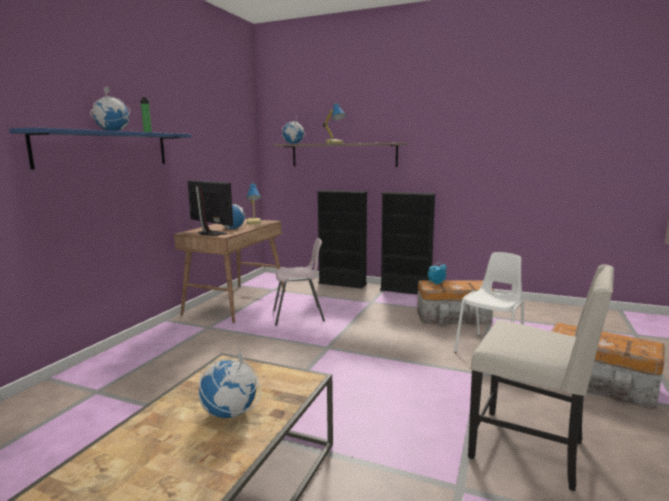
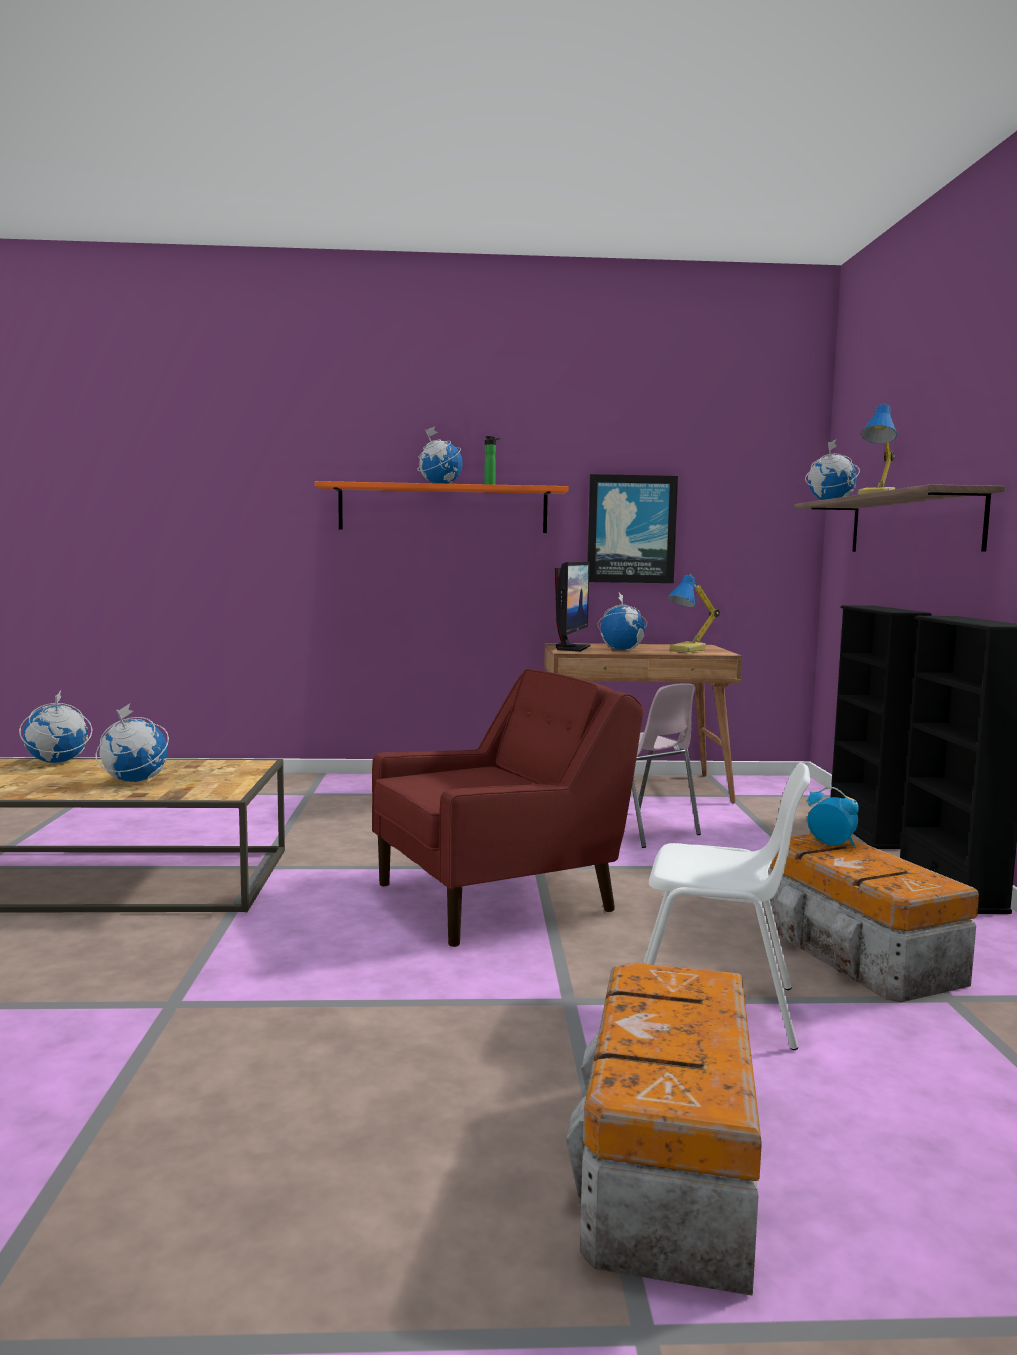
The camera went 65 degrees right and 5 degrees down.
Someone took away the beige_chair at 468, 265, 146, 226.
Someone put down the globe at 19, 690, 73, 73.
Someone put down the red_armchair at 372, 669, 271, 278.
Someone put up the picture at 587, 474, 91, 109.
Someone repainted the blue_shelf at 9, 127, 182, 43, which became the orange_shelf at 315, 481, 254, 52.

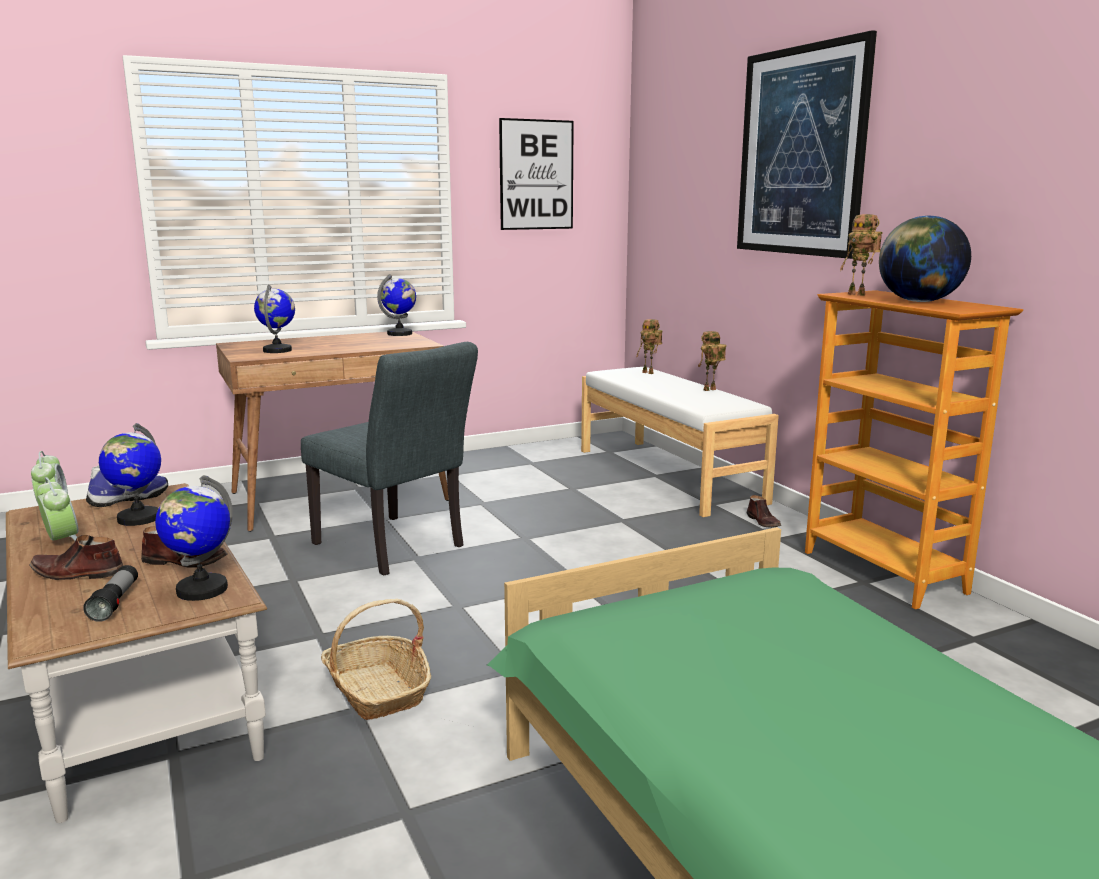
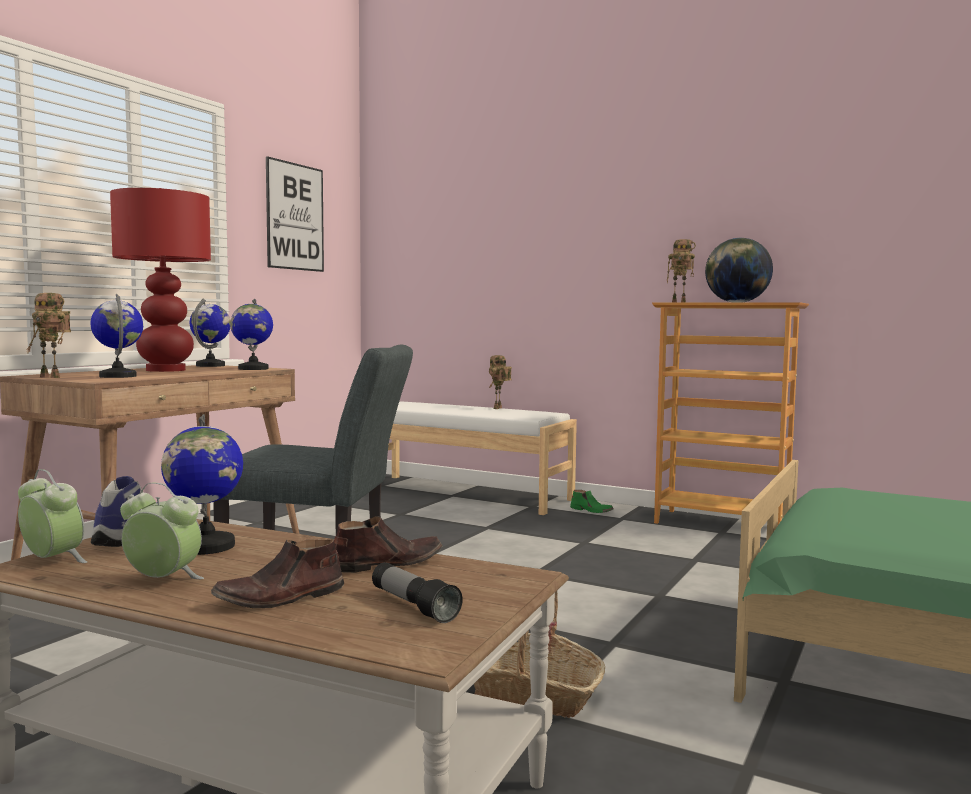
The camera went 35 degrees left and 10 degrees down.
Someone took away the picture at 737, 30, 140, 229.
Someone put down the red_table_lamp at 110, 188, 101, 184.
Someone carried the globe from 155, 475, 78, 126 to 230, 299, 43, 71.
Someone carried the toy_robot from 636, 319, 27, 55 to 27, 293, 44, 85.
Someone repainted the brown_shoe at 747, 495, 34, 33, which became the green_shoe at 570, 490, 44, 23.

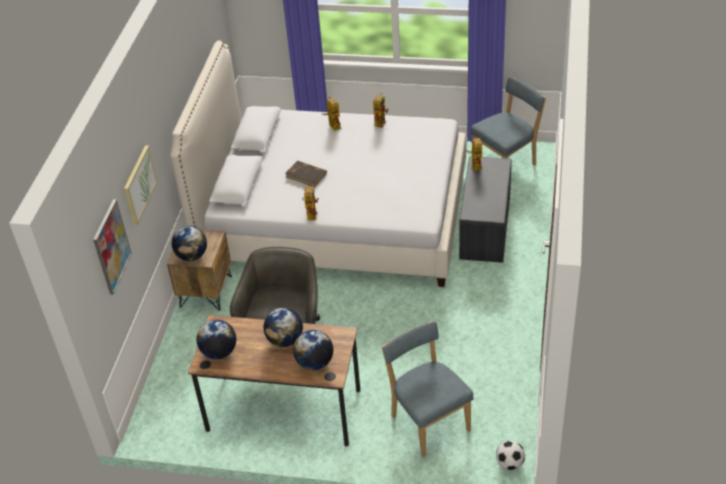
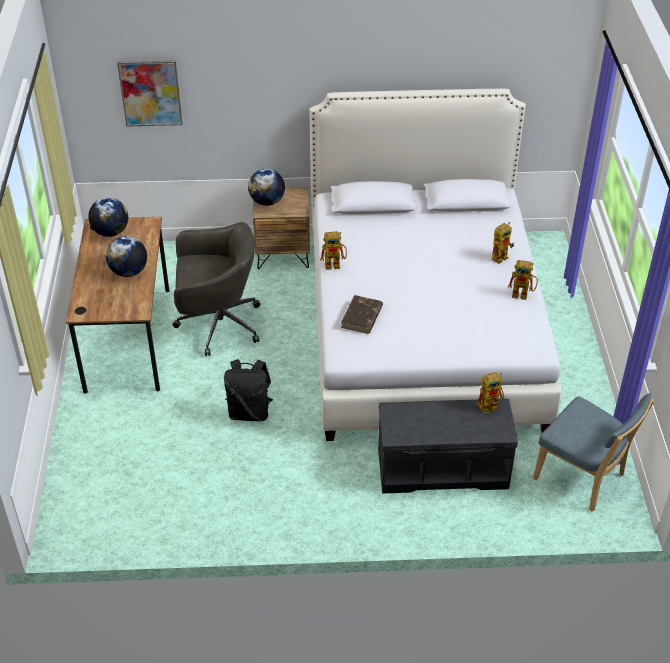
The camera went 75 degrees right and 0 degrees up.
Someone took away the picture at 124, 145, 33, 80.
Someone took away the globe at 293, 330, 40, 40.
Someone took away the blue_chair at 382, 321, 91, 136.
Someone took away the football at 496, 440, 29, 30.
Someone put down the black_backpack at 224, 359, 49, 62.
Someone carried the brown_book from 286, 161, 41, 26 to 341, 295, 42, 39.

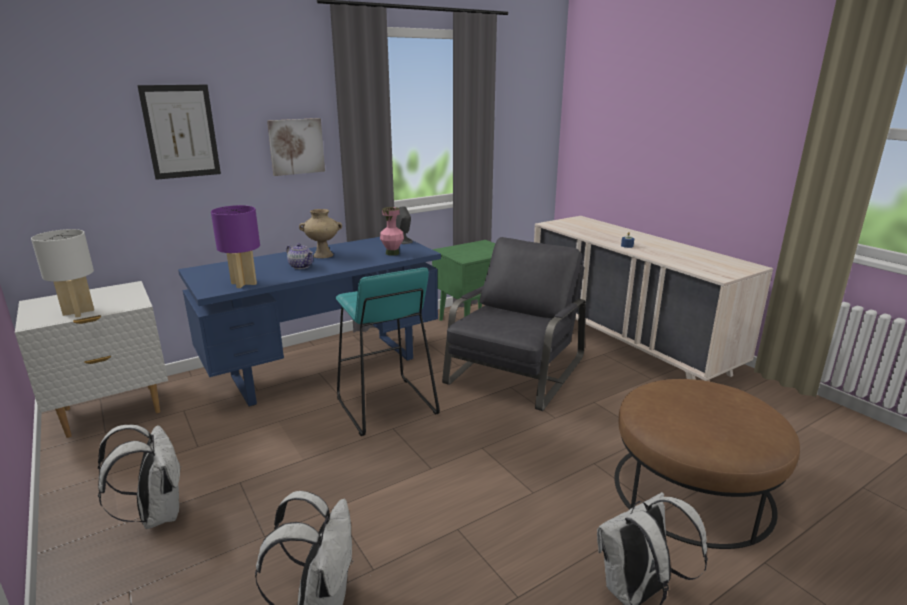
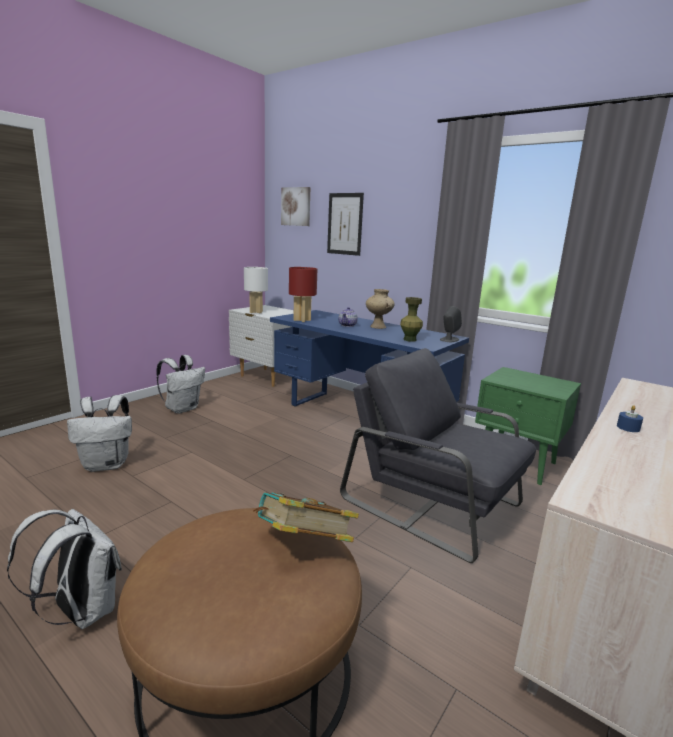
The camera went 70 degrees right and 5 degrees down.
Someone took away the turquoise_stool at 335, 267, 105, 169.
Someone put down the book at 253, 492, 106, 50.
Someone carried the picture from 267, 118, 58, 58 to 281, 187, 29, 39.
Someone repainted the purple_table_lamp at 211, 205, 49, 83, which became the red_table_lamp at 289, 267, 28, 55.
Someone repainted the pink_vase at 380, 207, 24, 49, which became the green_vase at 400, 297, 23, 45.
Someone rotated the grey_armchair at 442, 237, 144, 174 by 150 degrees counterclockwise.

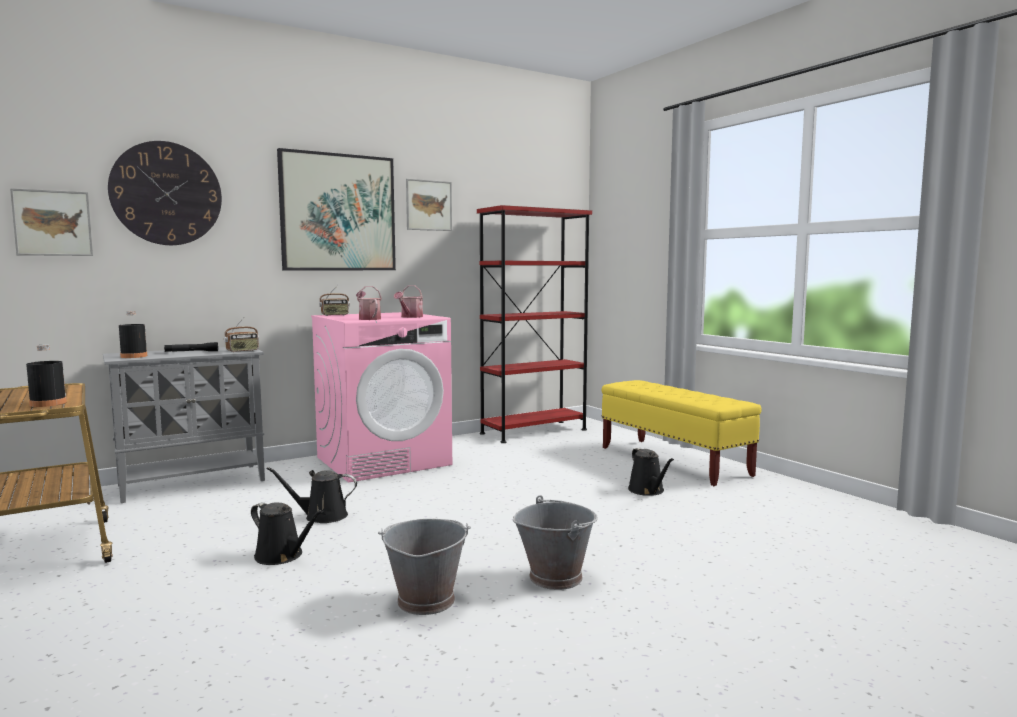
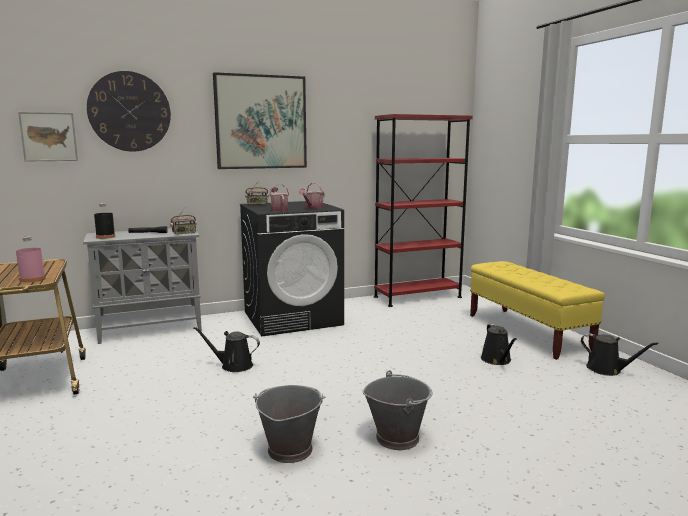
The camera went 10 degrees right and 5 degrees up.
Someone took away the picture at 406, 179, 46, 52.
Someone carried the black_watering_can from 251, 502, 72, 63 to 581, 333, 78, 43.
Someone repainted the black_bottle at 26, 344, 41, 63, which became the pink_bottle at 16, 236, 29, 46.
Someone repainted the pink_washing_machine at 311, 312, 141, 171, which became the black_washing_machine at 240, 201, 104, 135.

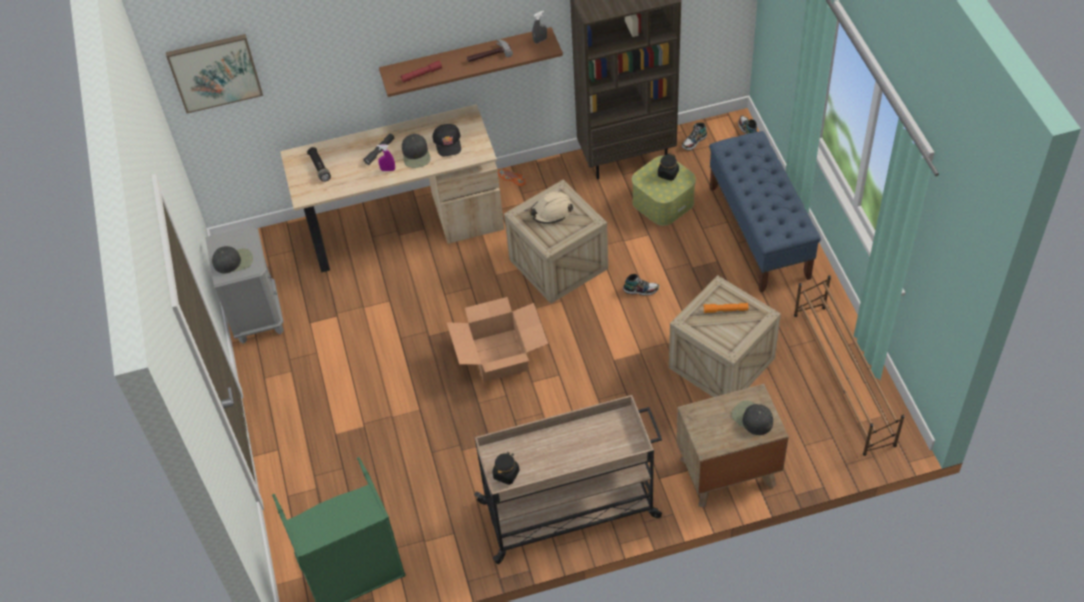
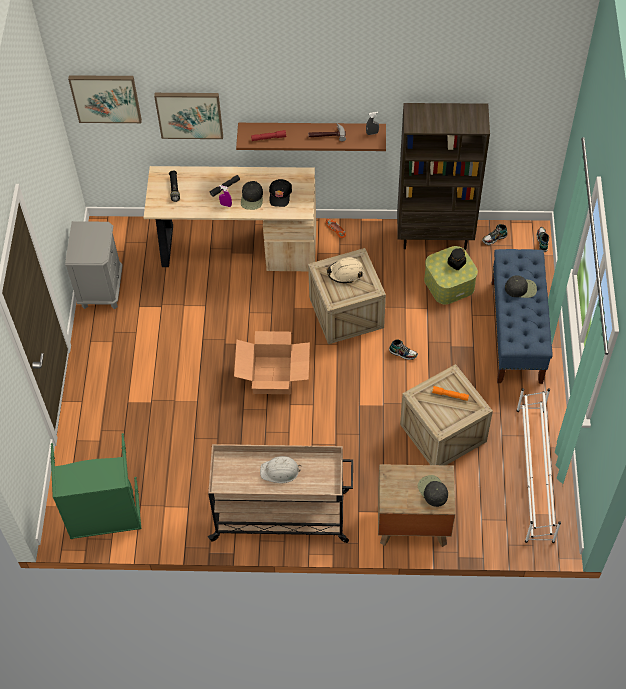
The camera went 15 degrees right and 5 degrees up.
Someone took away the black_jar at 492, 452, 27, 33.
Someone put up the picture at 154, 93, 69, 46.
Someone put down the white_hard_hat at 260, 456, 41, 27.
Someone carried the black_cap from 212, 246, 41, 28 to 505, 276, 32, 22.
Someone repainted the brown_shoe_rack at 794, 275, 111, 181, which became the white_shoe_rack at 516, 388, 45, 155.

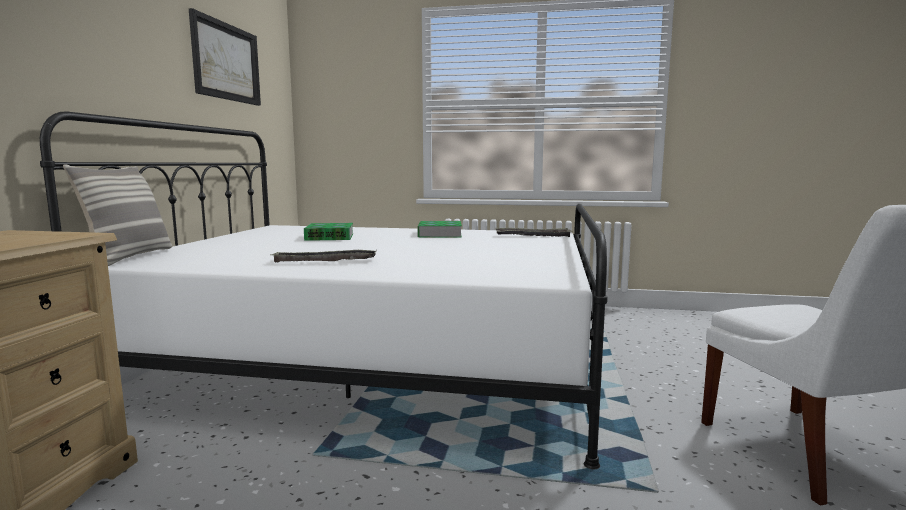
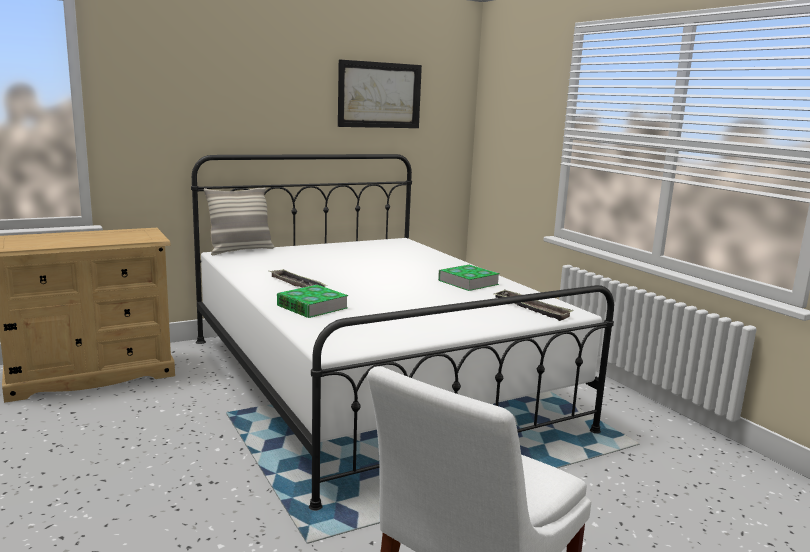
The camera went 50 degrees right and 5 degrees up.
Someone carried the book from 304, 223, 49, 18 to 277, 285, 71, 33.

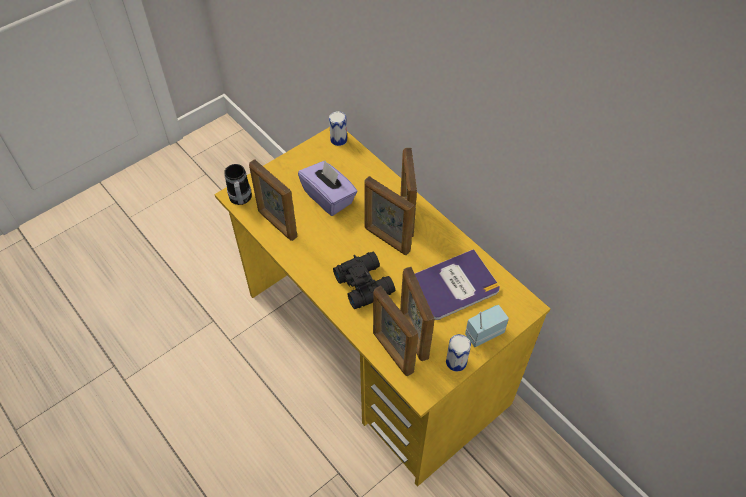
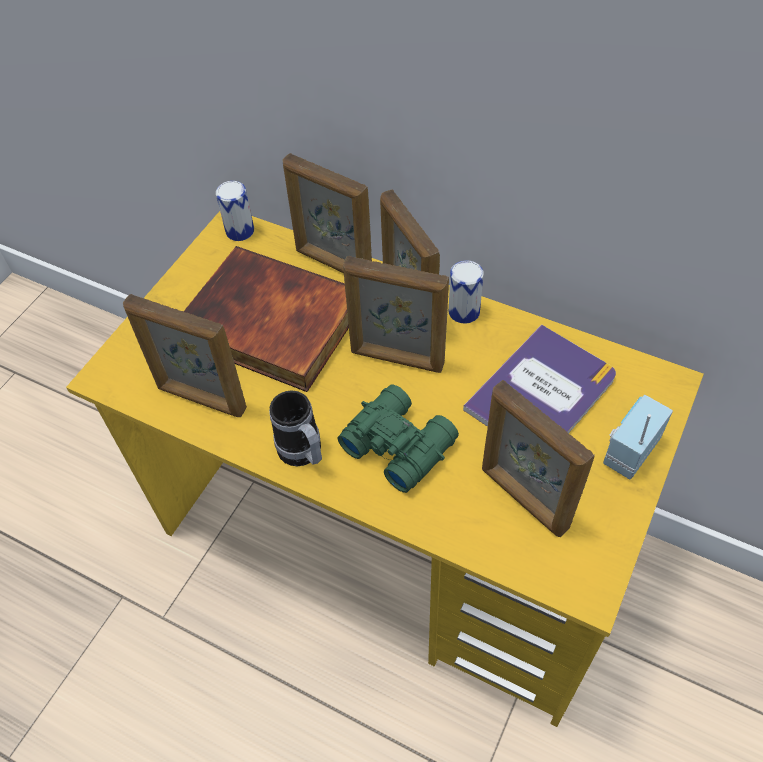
The camera went 20 degrees left and 0 degrees up.
Someone carried the mug from 224, 164, 28, 41 to 269, 390, 53, 76.
Someone carried the picture_frame from 373, 286, 45, 90 to 283, 153, 89, 120.
Someone carried the can from 446, 334, 25, 38 to 449, 260, 35, 64.
Someone swapped the purple_tissue_box at 298, 161, 60, 55 for the book at 184, 246, 165, 146.
Someone repainted the black_binoculars at 333, 252, 62, 57, which became the green_binoculars at 338, 384, 121, 109.

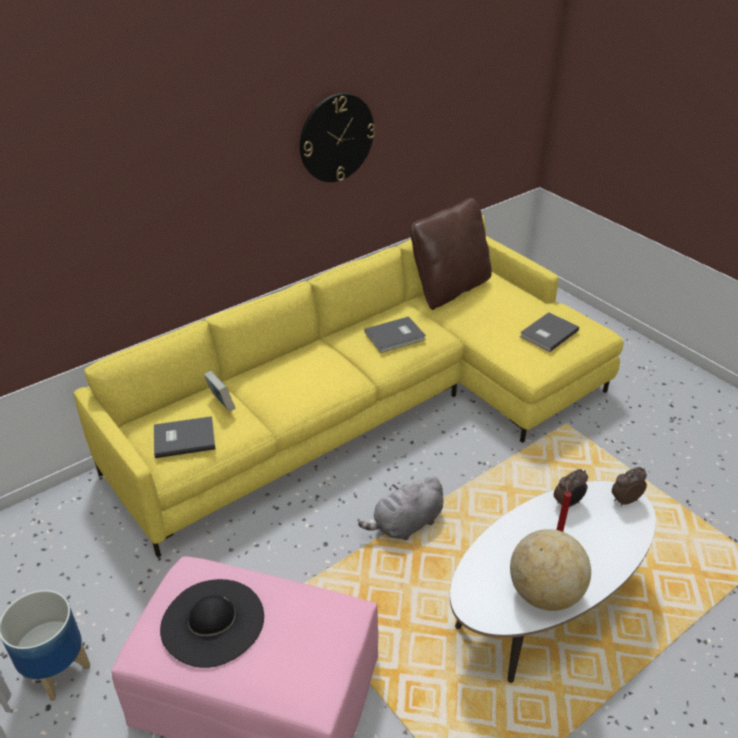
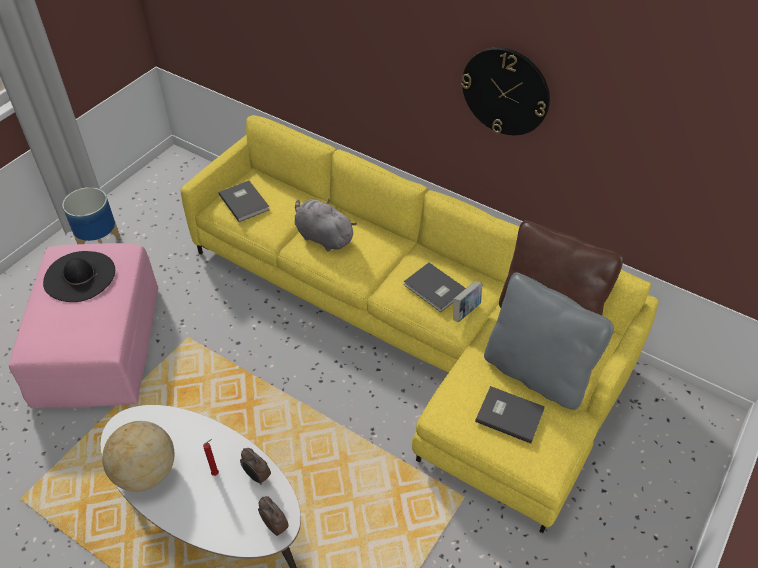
The camera went 70 degrees right and 10 degrees up.
Someone put down the grey_pillow at 484, 273, 130, 137.
Someone carried the book from 204, 370, 31, 42 to 453, 281, 29, 41.
Someone carried the grey_plush_toy from 358, 477, 86, 63 to 294, 199, 63, 53.

